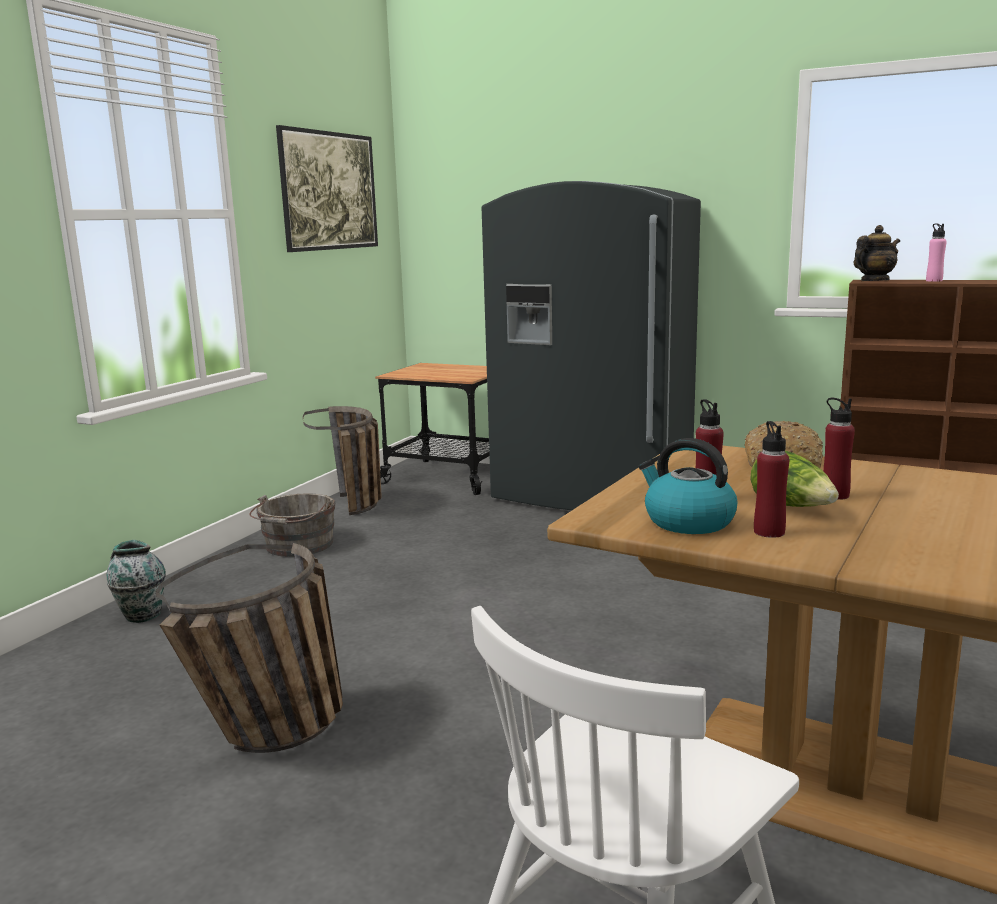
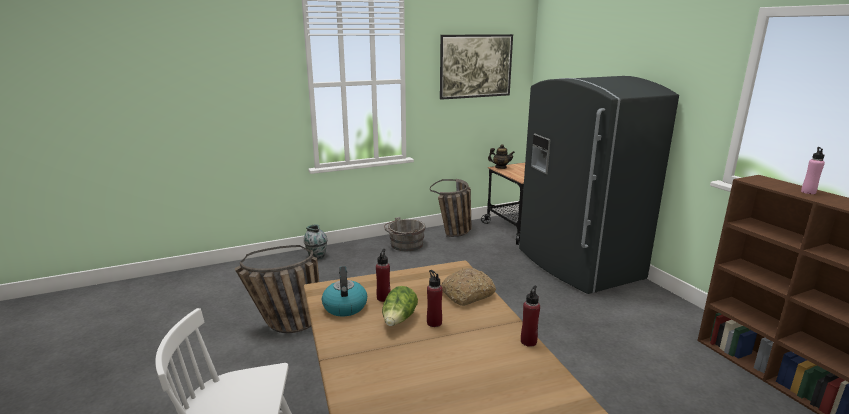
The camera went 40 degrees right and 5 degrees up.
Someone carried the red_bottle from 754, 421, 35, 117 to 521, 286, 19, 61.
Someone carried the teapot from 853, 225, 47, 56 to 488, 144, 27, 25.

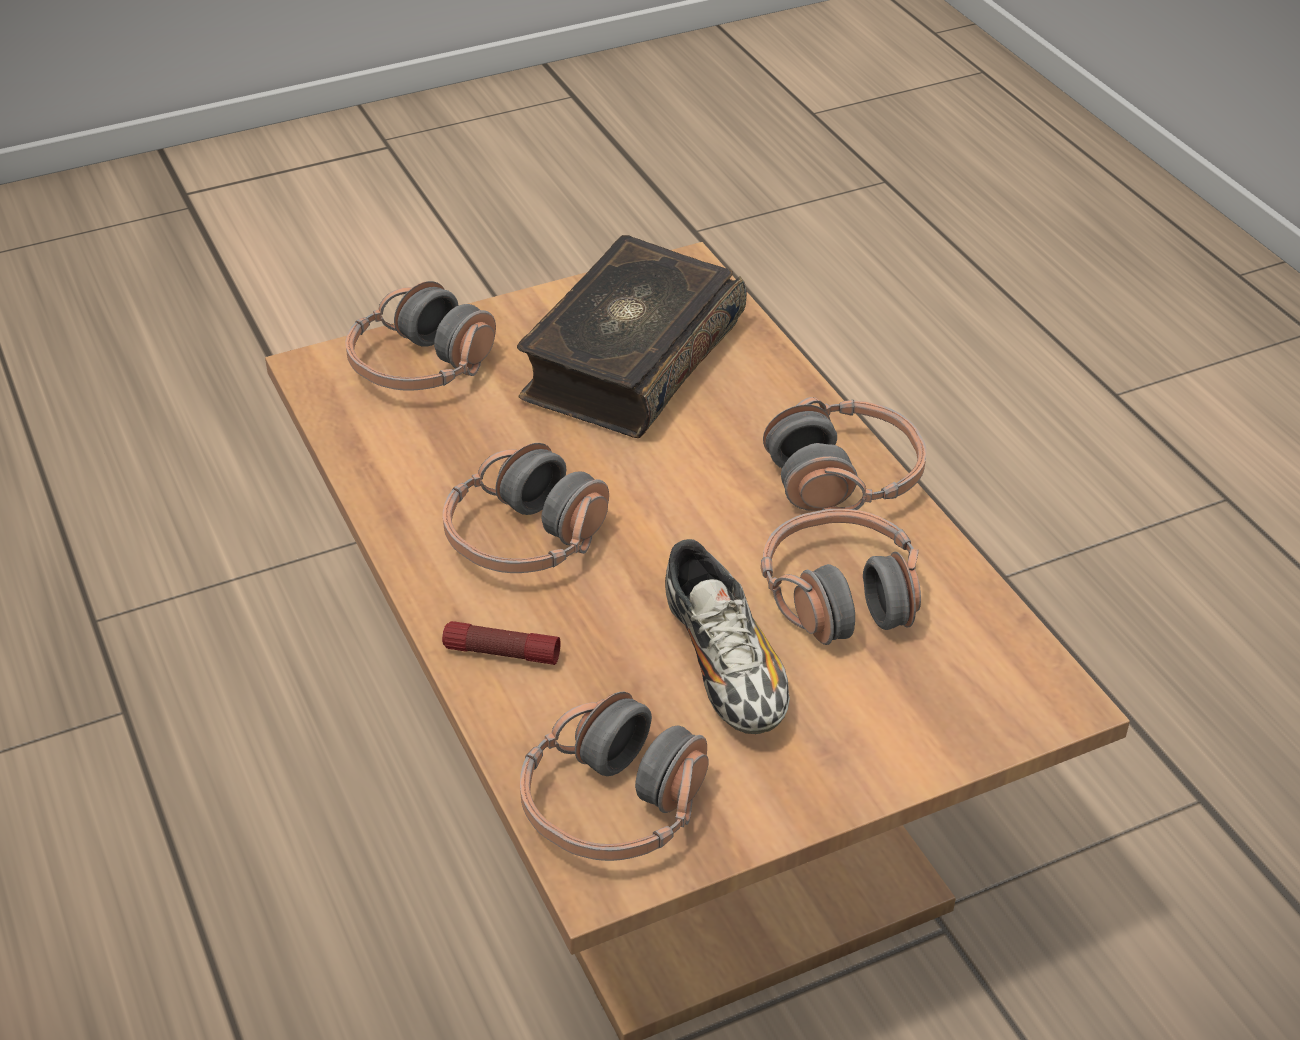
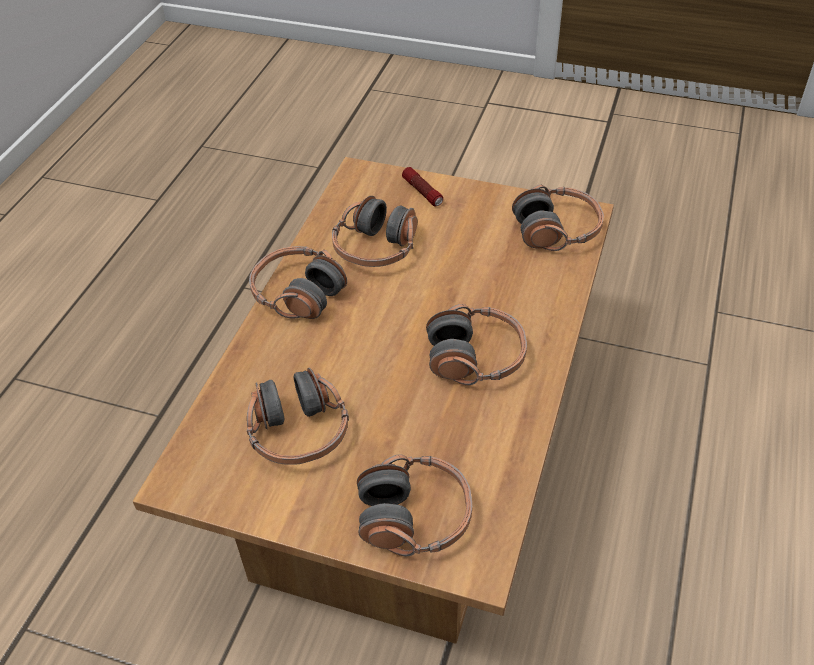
The camera went 135 degrees left and 5 degrees up.
Someone took away the shoe at 665, 539, 125, 195.
Someone carried the flashlight from 442, 621, 118, 44 to 402, 167, 41, 39.
Someone swapped the book at 517, 235, 230, 203 for the headphones at 247, 368, 102, 97.

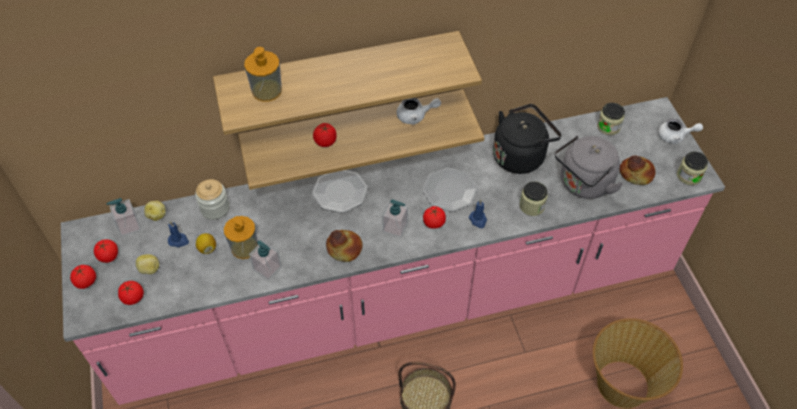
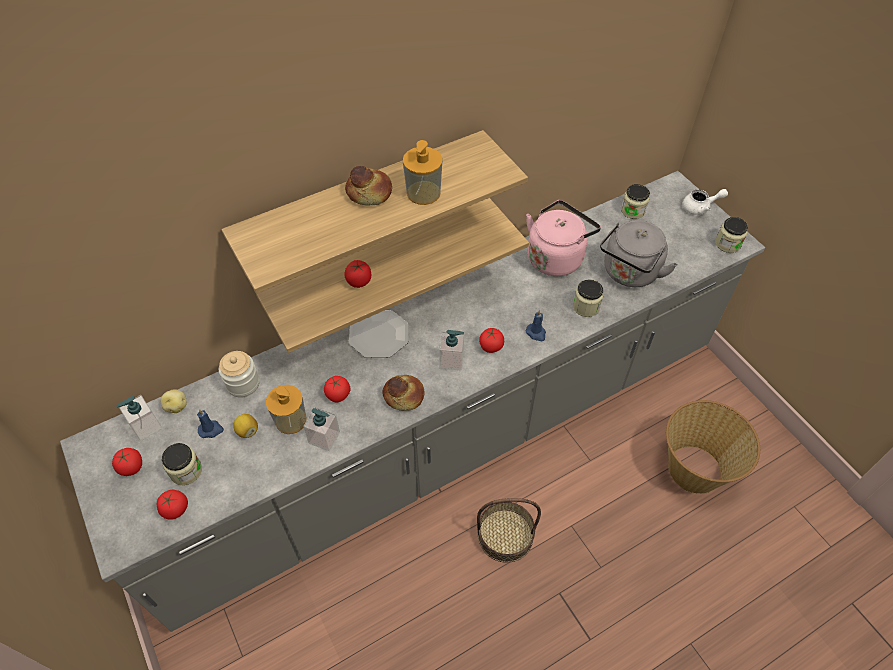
The camera went 15 degrees left and 0 degrees up.
Someone took away the white_teapot at 397, 98, 44, 26.
Someone took away the plate at 422, 168, 56, 44.
Someone carried the tomato from 70, 265, 26, 24 to 324, 376, 26, 26.
Someone carried the soap_dispenser from 244, 47, 38, 55 to 403, 140, 40, 65.
Someone carried the bread from 619, 155, 36, 30 to 345, 166, 47, 40.
Someone swapped the potato at 136, 254, 23, 20 for the jar at 162, 443, 40, 42.
Someone repainted the pink_counter at 61, 97, 664, 308, which became the grey_counter at 60, 171, 705, 461.
Someone repainted the black_kettle at 493, 104, 69, 70, which became the pink_kettle at 526, 200, 75, 76.

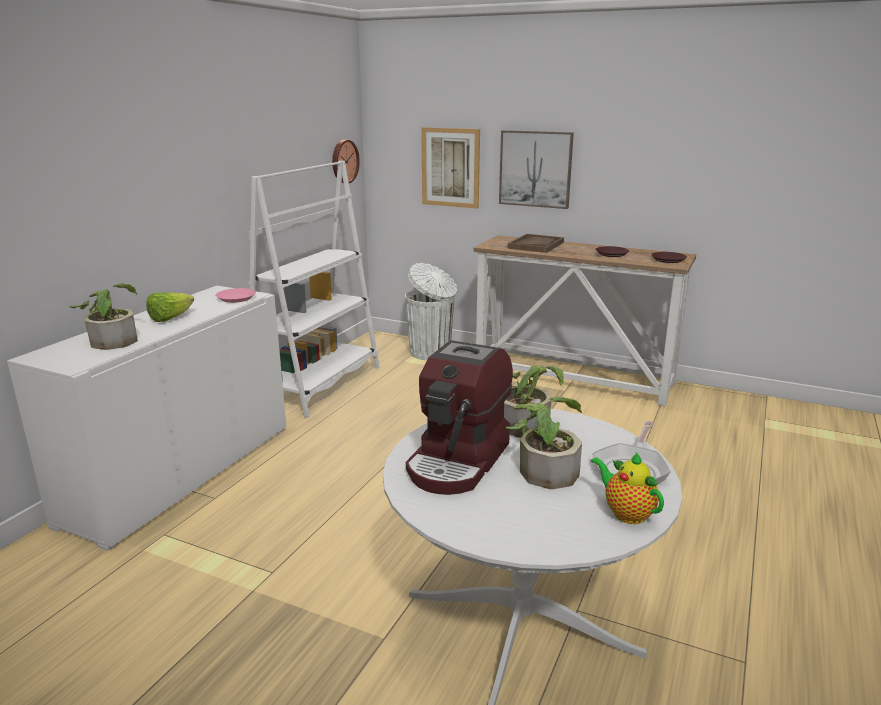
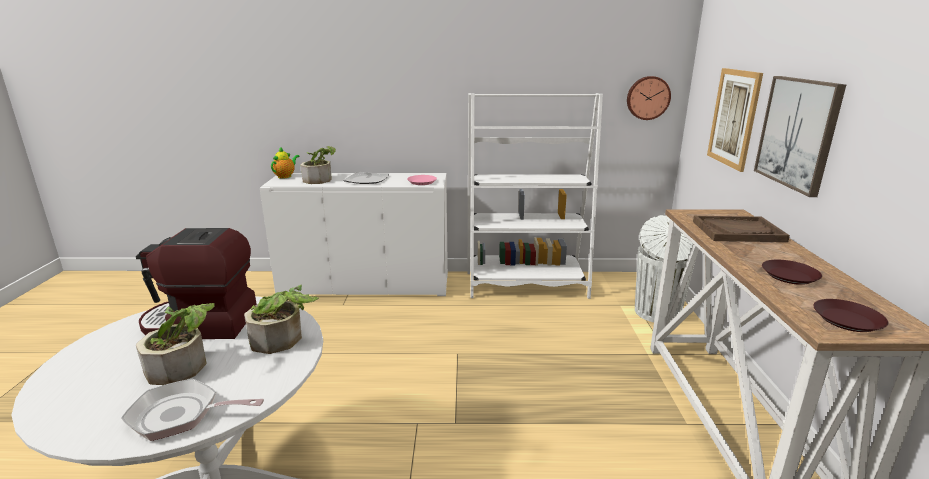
The camera went 65 degrees right and 0 degrees up.
Someone carried the teapot from 591, 452, 73, 72 to 271, 147, 29, 32.
Someone swapped the lettuce at 146, 292, 48, 30 for the plate at 343, 172, 46, 12.

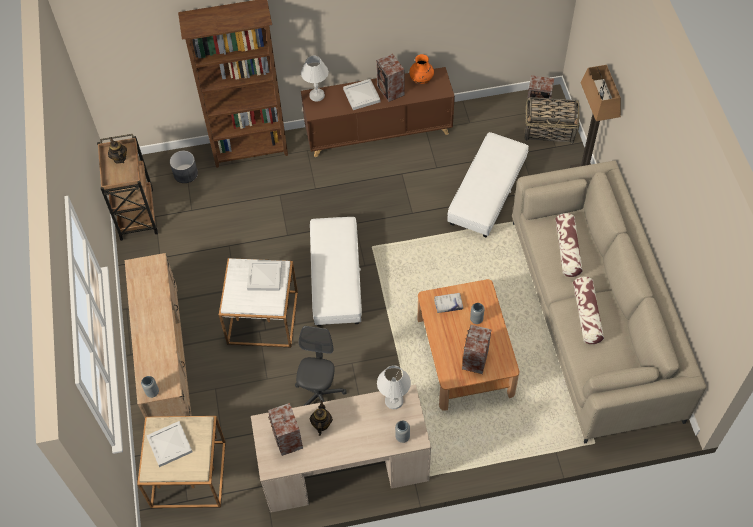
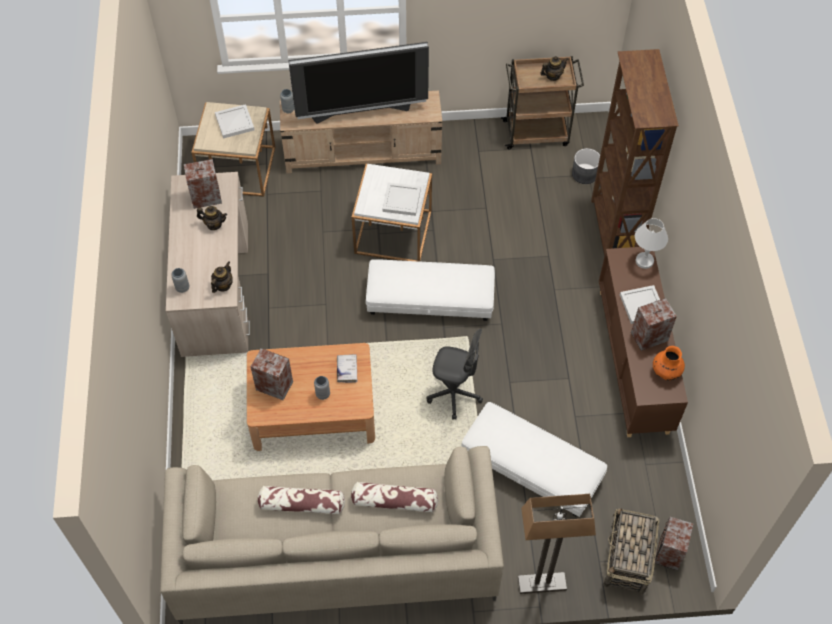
The camera went 95 degrees right and 0 degrees up.
Someone put down the television at 288, 42, 141, 82.
Someone carried the grey_office_chair from 295, 326, 52, 80 to 427, 329, 56, 91.
Someone swapped the white_table_lamp at 377, 365, 34, 44 for the teapot at 211, 261, 22, 32.

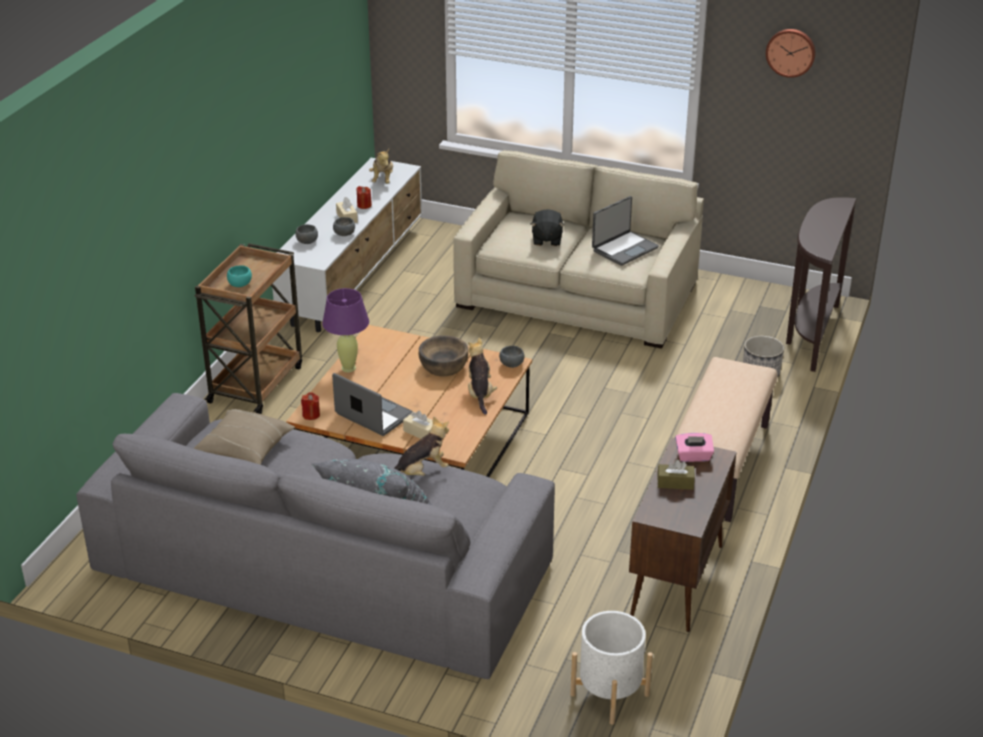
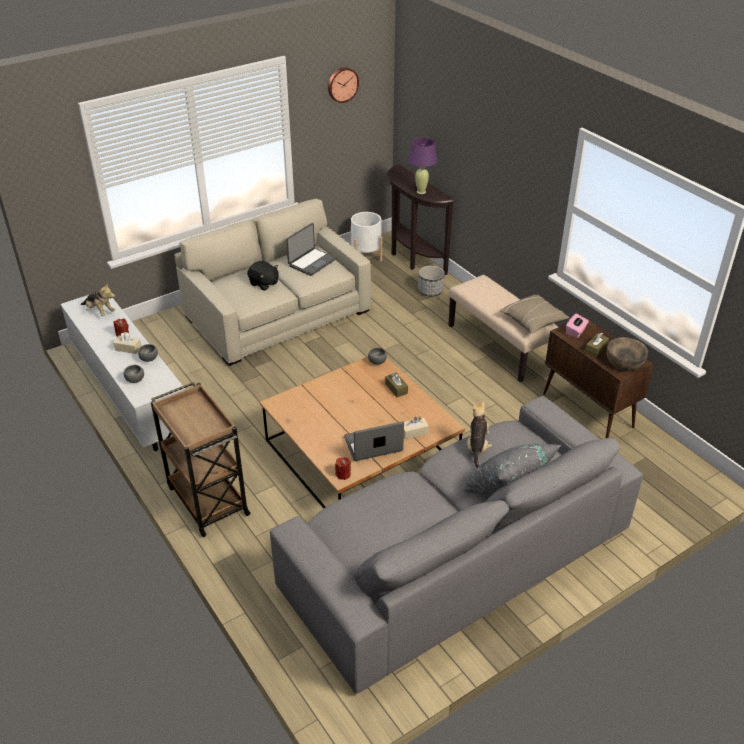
The camera went 55 degrees left and 5 degrees up.
Someone took away the turquoise_bowl at 227, 265, 25, 22.
Someone carried the beige_pillow from 193, 409, 102, 56 to 500, 295, 69, 39.
Someone carried the purple_table_lamp from 322, 288, 47, 84 to 408, 138, 30, 56.
Someone carried the brown_bowl from 419, 336, 49, 41 to 606, 337, 42, 35.
Someone carried the white_planter from 570, 611, 83, 114 to 350, 212, 32, 50.
Someone swapped the plush_toy at 468, 338, 29, 77 for the brown_tissue_box at 385, 373, 23, 24.
Someone rotated the laptop at 592, 196, 67, 70 by 45 degrees clockwise.

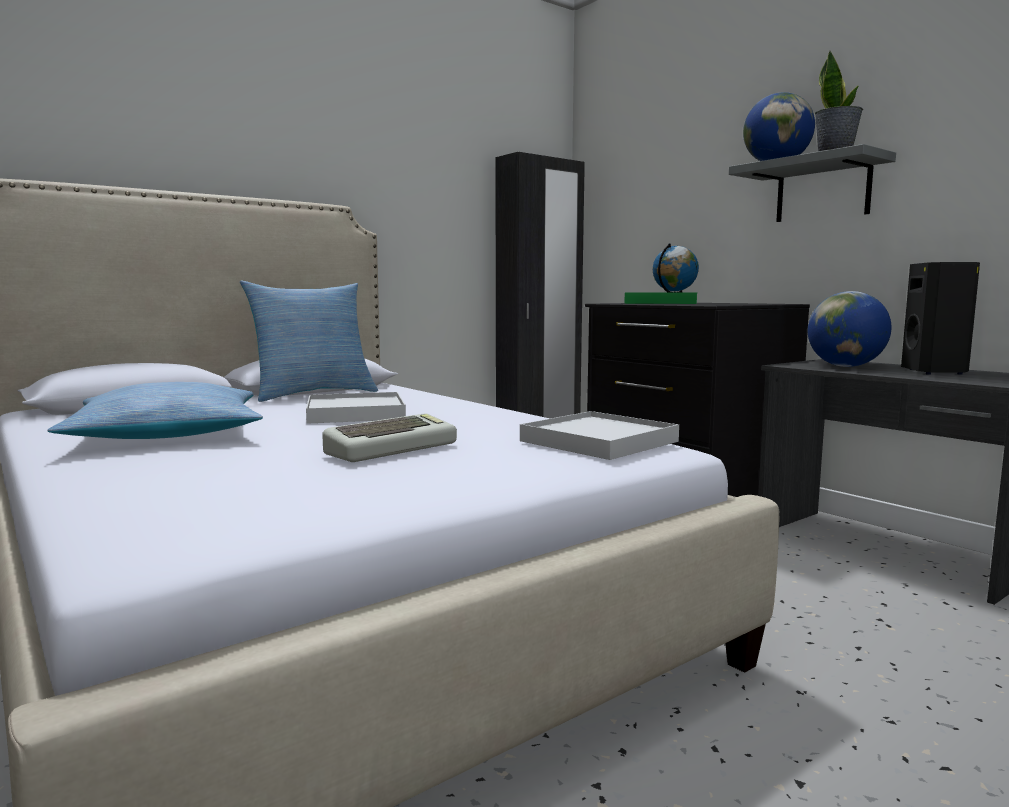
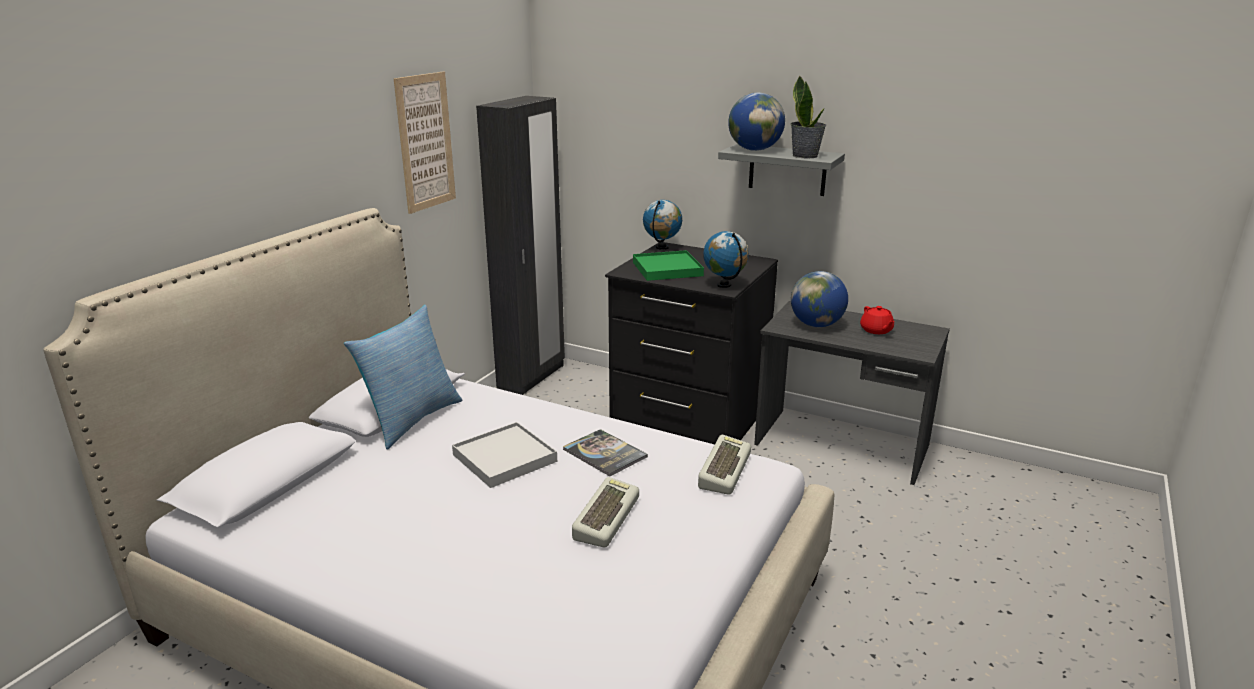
The camera went 25 degrees left and 15 degrees up.
Someone took away the pillow at 48, 382, 215, 57.
Someone put up the picture at 394, 72, 62, 142.
Someone put down the book at 563, 429, 85, 47.
Someone put down the globe at 703, 231, 46, 57.
Someone swapped the white_tray at 520, 411, 159, 49 for the keyboard at 698, 435, 53, 60.
Someone swapped the black_speaker at 901, 262, 79, 113 for the red_teapot at 860, 306, 35, 28.

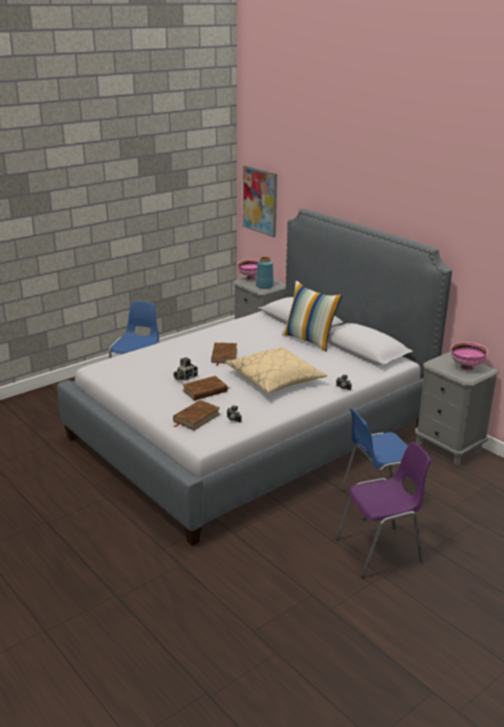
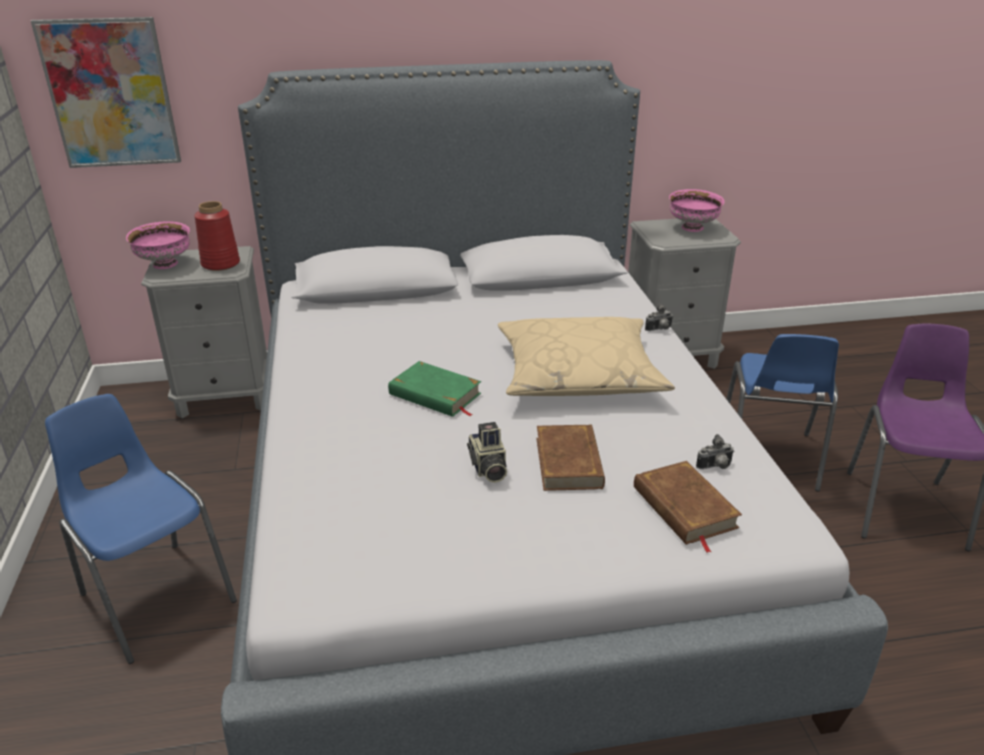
The camera went 60 degrees left and 5 degrees up.
Someone took away the pillow at 282, 281, 61, 71.
Someone repainted the brown_book at 211, 343, 26, 23, which became the green_book at 388, 361, 93, 56.
Someone repainted the blue_vase at 256, 257, 18, 32, which became the red_vase at 194, 201, 46, 70.

